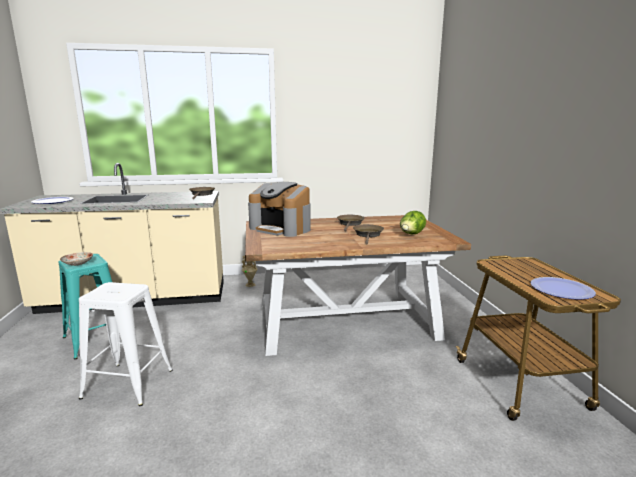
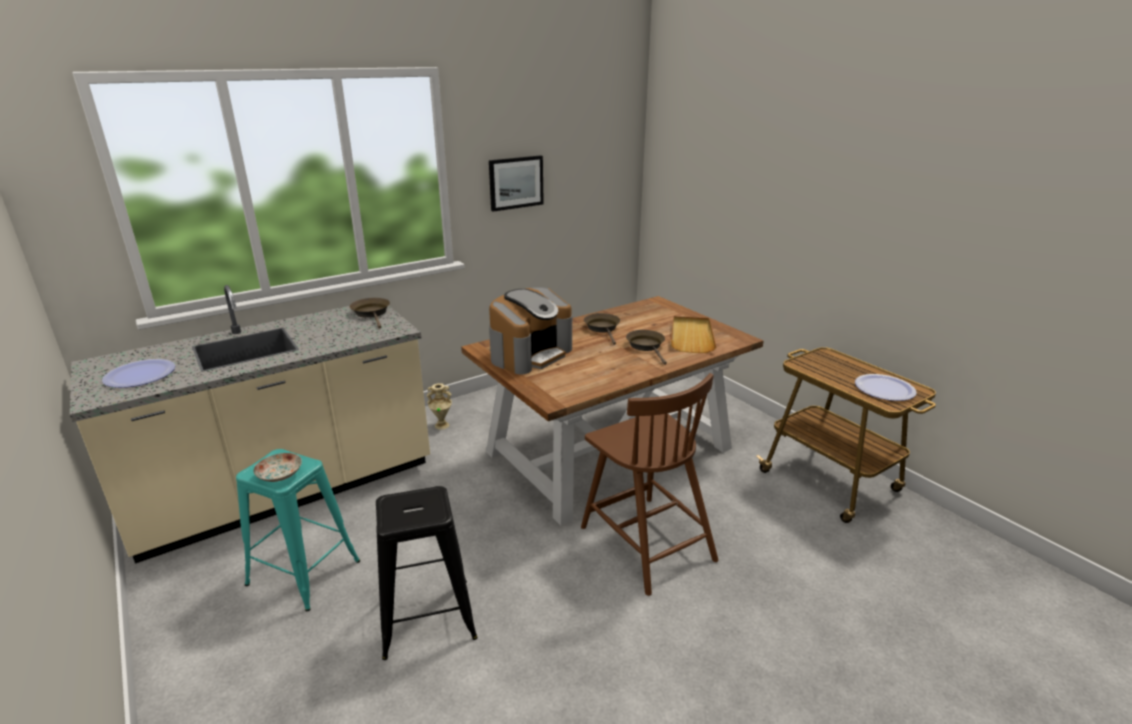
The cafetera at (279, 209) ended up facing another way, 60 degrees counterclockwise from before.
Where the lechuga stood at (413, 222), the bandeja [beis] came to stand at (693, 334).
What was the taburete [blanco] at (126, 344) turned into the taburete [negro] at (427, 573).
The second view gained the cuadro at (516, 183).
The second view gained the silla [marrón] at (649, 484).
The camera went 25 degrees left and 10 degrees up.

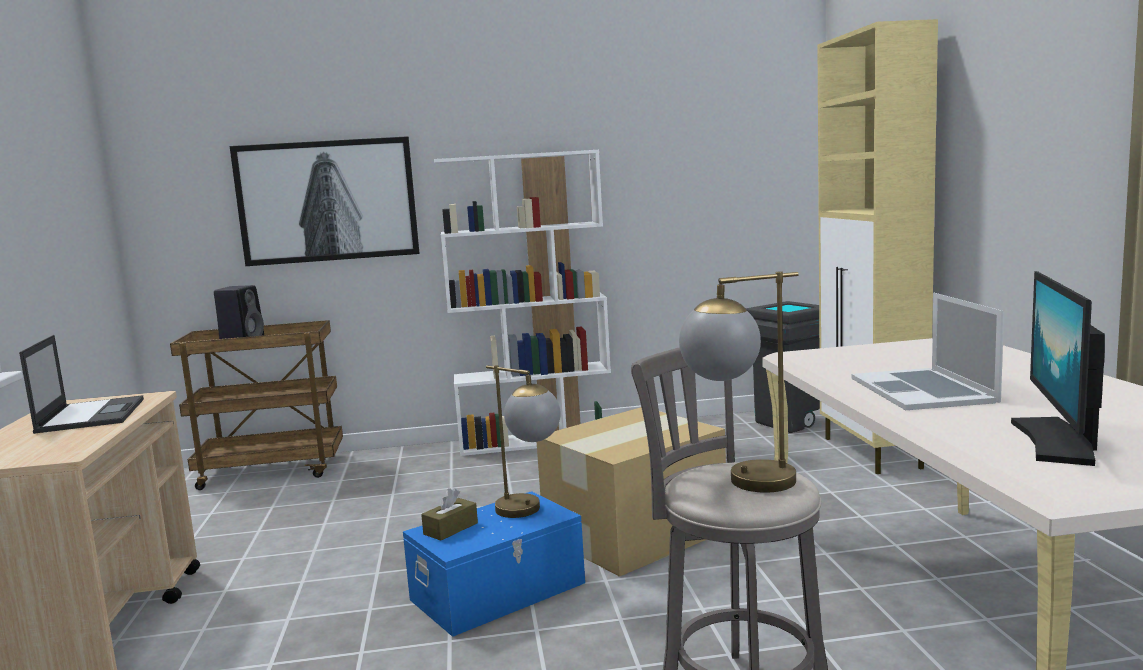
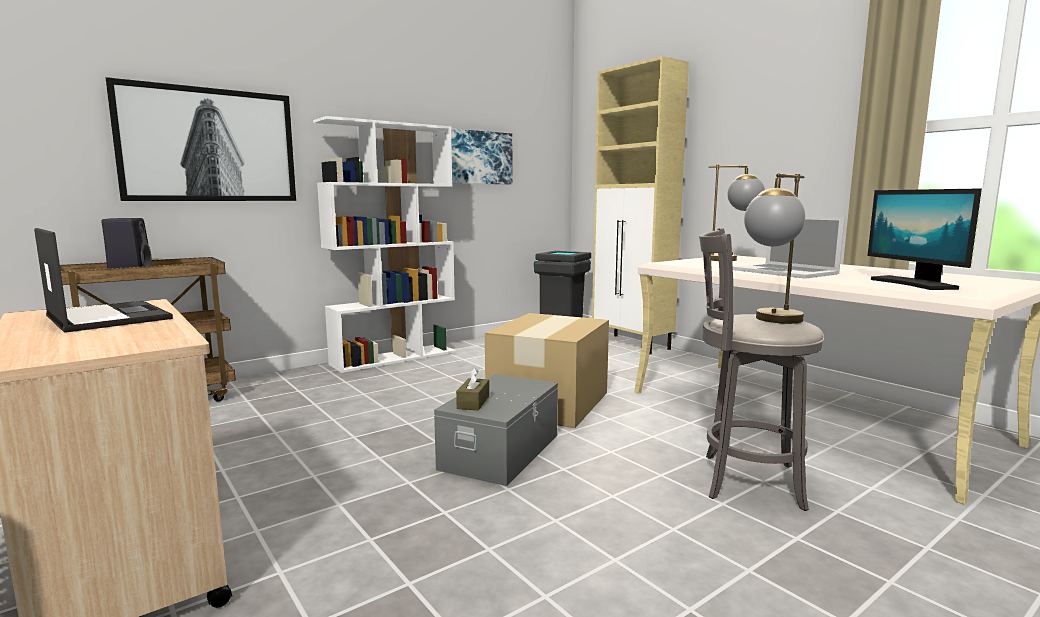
The lámpara de mesa ended up elsewhere, having gone from (523, 441) to (736, 213).
What was the caja de almacenaje [azul] at (494, 564) turned into the caja de almacenaje [gris] at (496, 430).
The second view gained the cuadro at (481, 156).
The camera went 30 degrees left and 0 degrees up.

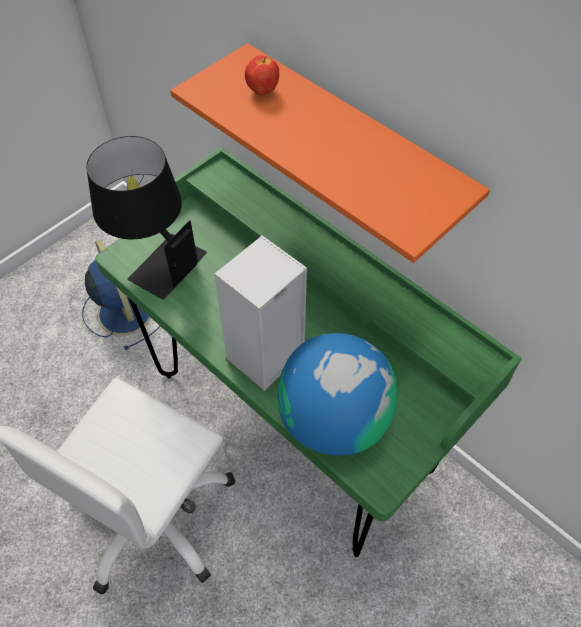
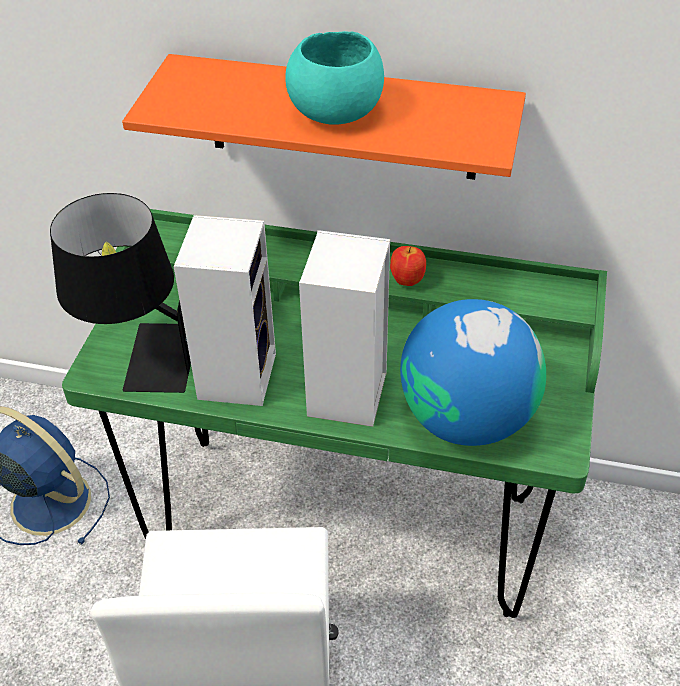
The manzana ended up elsewhere, having gone from (262, 75) to (408, 266).
The second view gained the cuenco [turquesa] at (334, 78).
The second view gained the altavoz at (225, 310).
The camera went 30 degrees left and 10 degrees down.

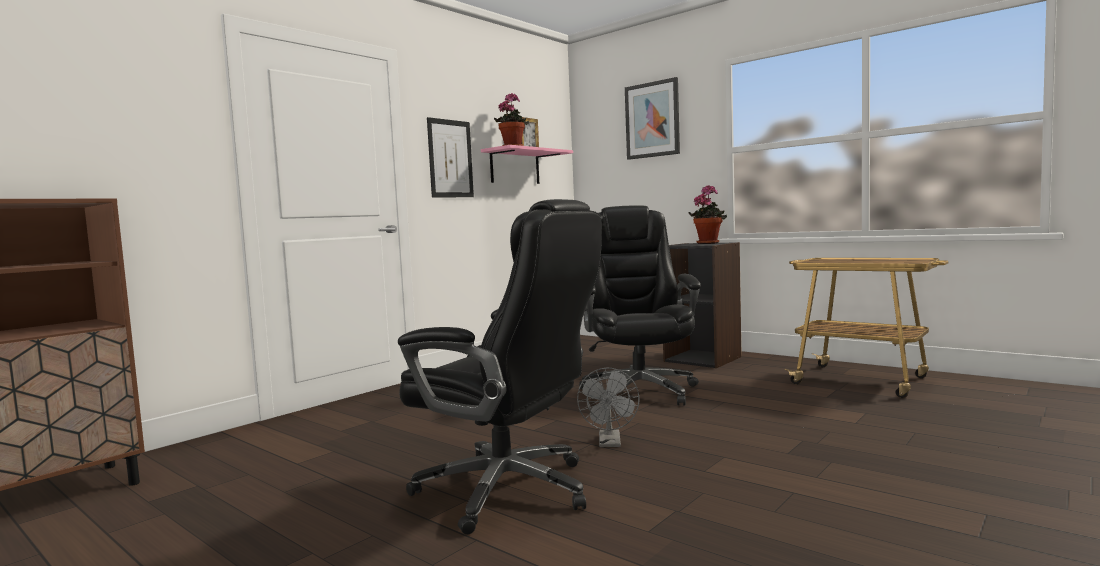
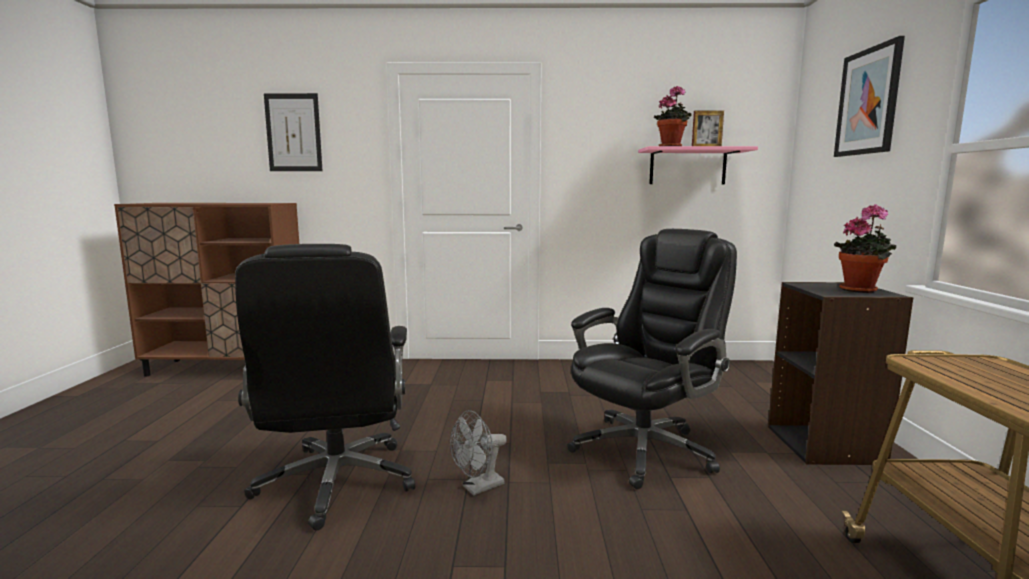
The cuadro ended up elsewhere, having gone from (450, 157) to (293, 132).
The camera went 50 degrees right and 5 degrees up.

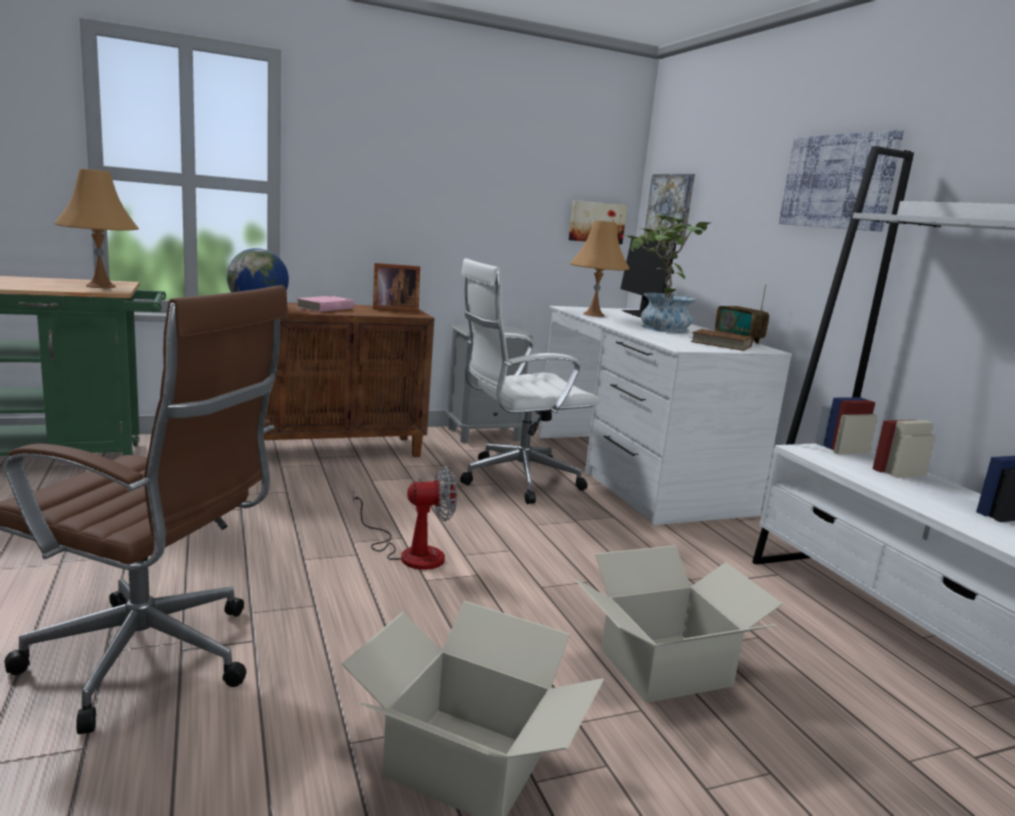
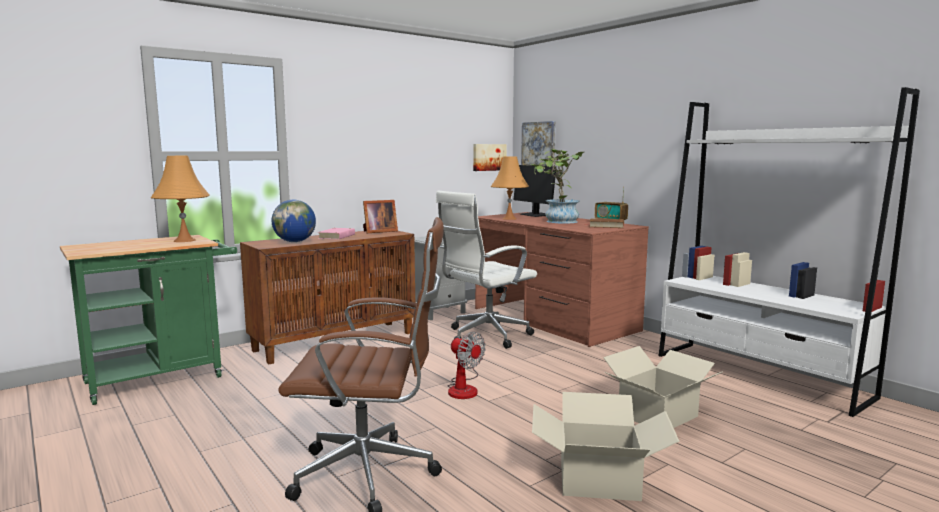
The second view lost the cuadro at (841, 181).
What was the escritorio [blanco] at (665, 415) turned into the escritorio [marrón] at (562, 279).
The ventilador at (405, 518) ended up facing another way, 75 degrees clockwise from before.
The camera went 15 degrees left and 5 degrees down.

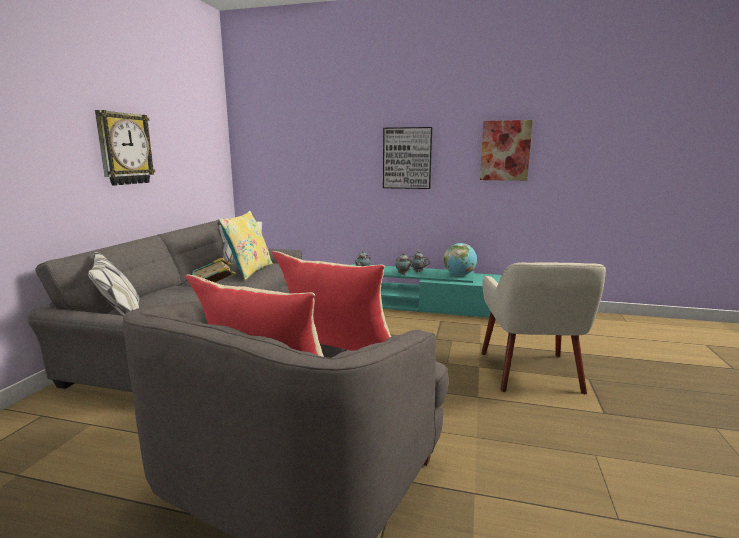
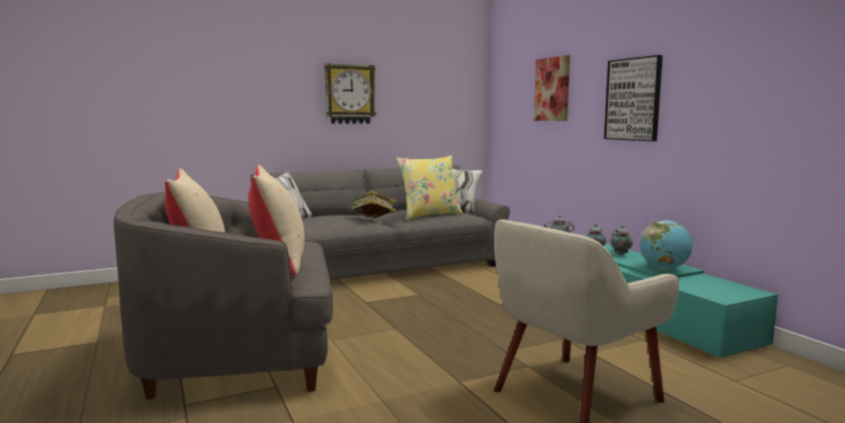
The cuadro ended up elsewhere, having gone from (506, 150) to (552, 88).
The camera went 50 degrees right and 5 degrees down.

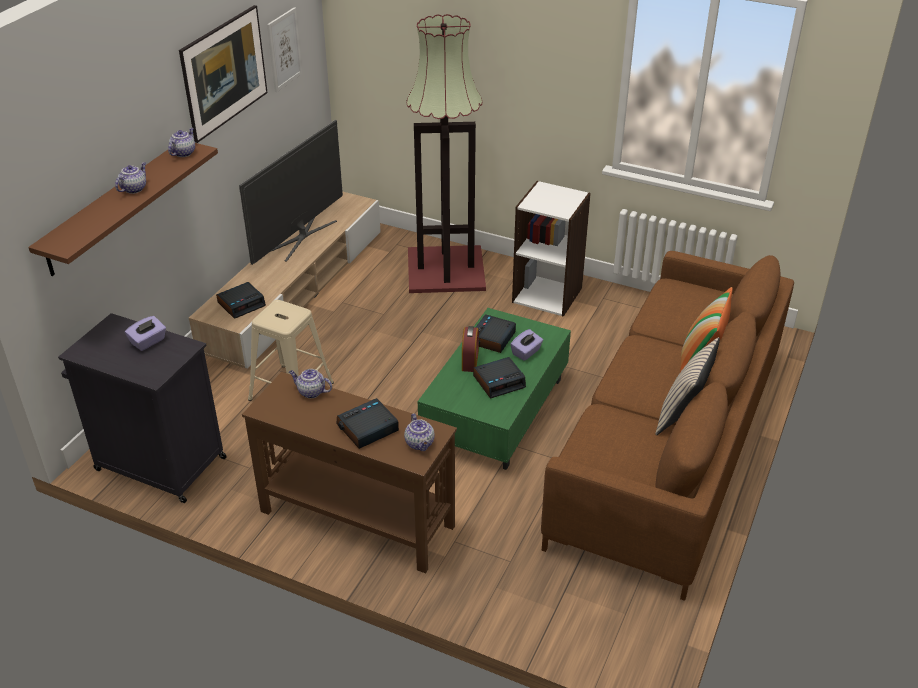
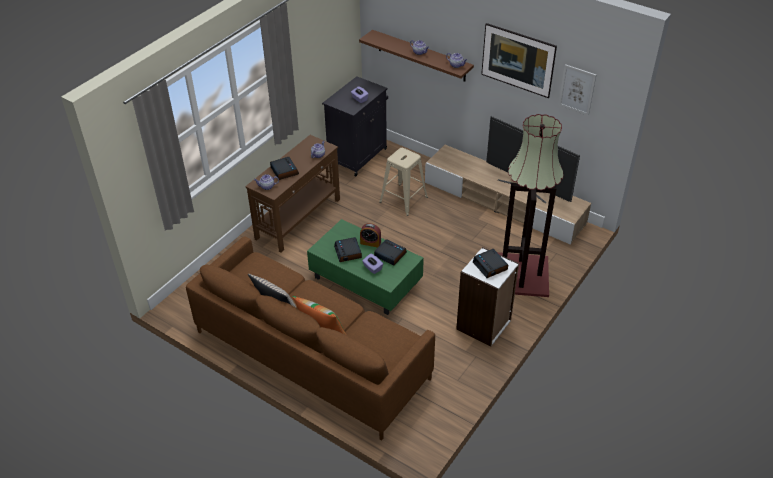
The despertador ended up elsewhere, having gone from (241, 300) to (490, 263).
The camera went 100 degrees right and 5 degrees up.

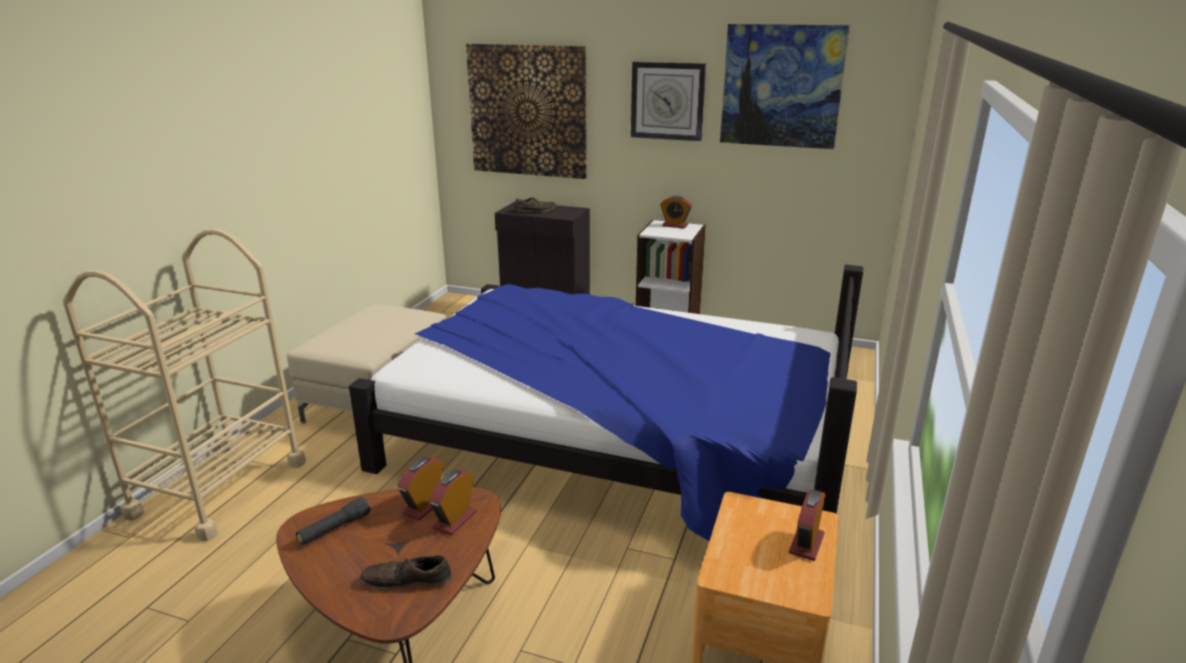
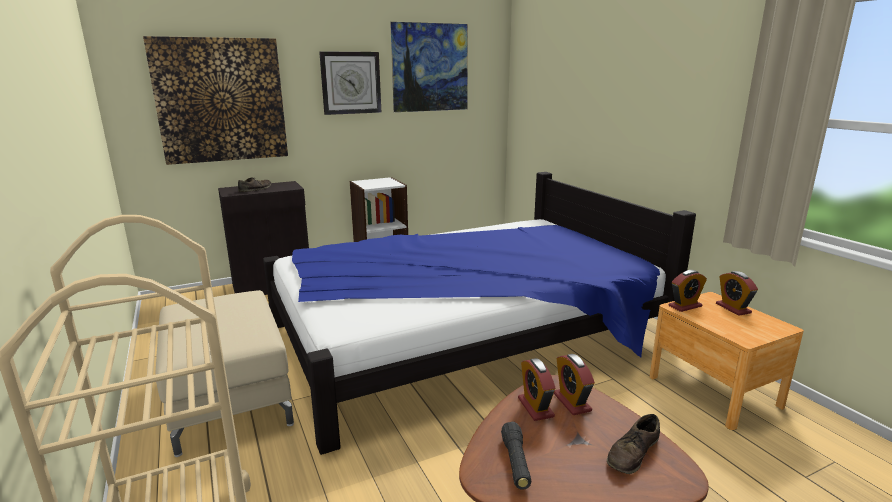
The despertador ended up elsewhere, having gone from (676, 211) to (688, 291).
The camera went 45 degrees left and 5 degrees down.

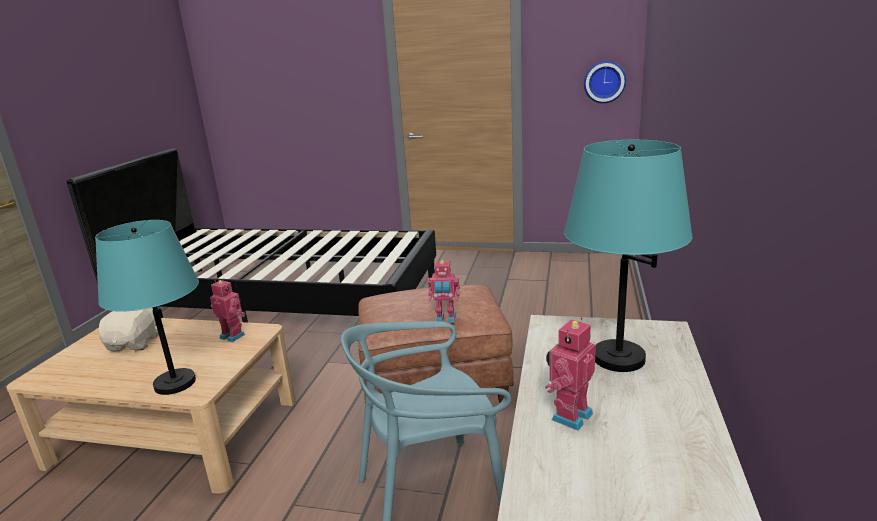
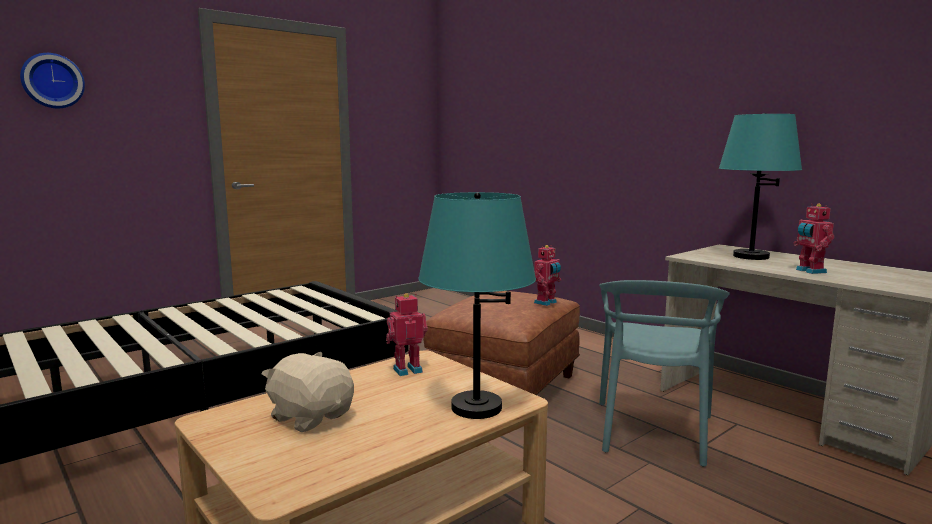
The reloj de pared ended up elsewhere, having gone from (605, 82) to (52, 80).
The camera went 55 degrees left and 10 degrees down.

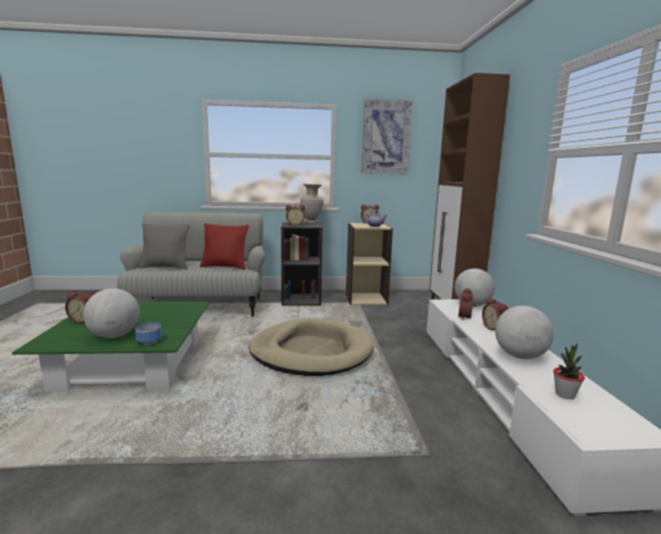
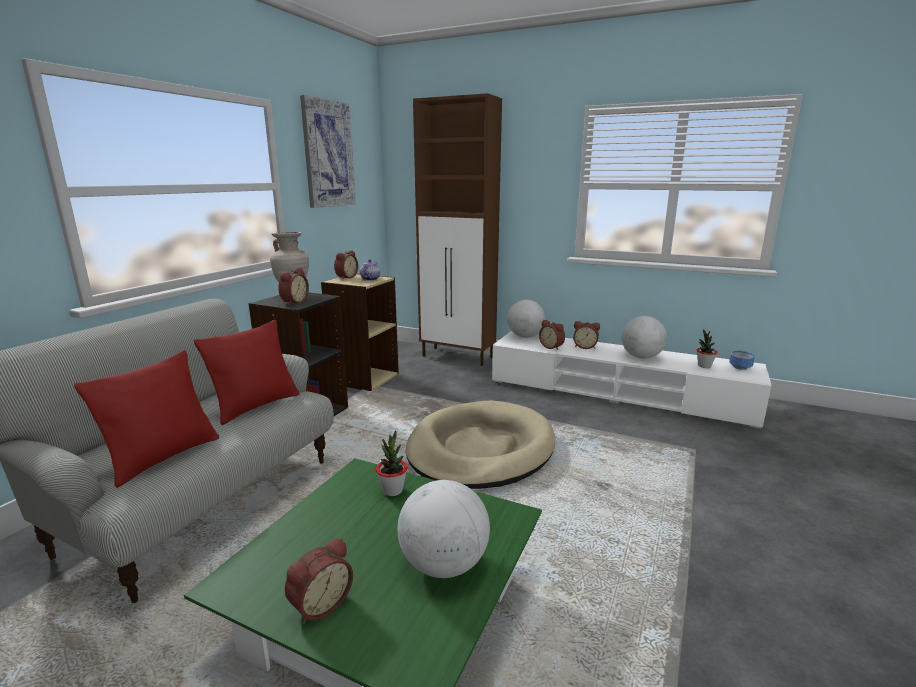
What was the cojín [gris] at (164, 246) turned into the cojín [rojo] at (146, 419).
The cuenco ended up elsewhere, having gone from (148, 333) to (742, 360).
The second view gained the planta en maceta at (392, 463).
The camera went 60 degrees left and 5 degrees up.

